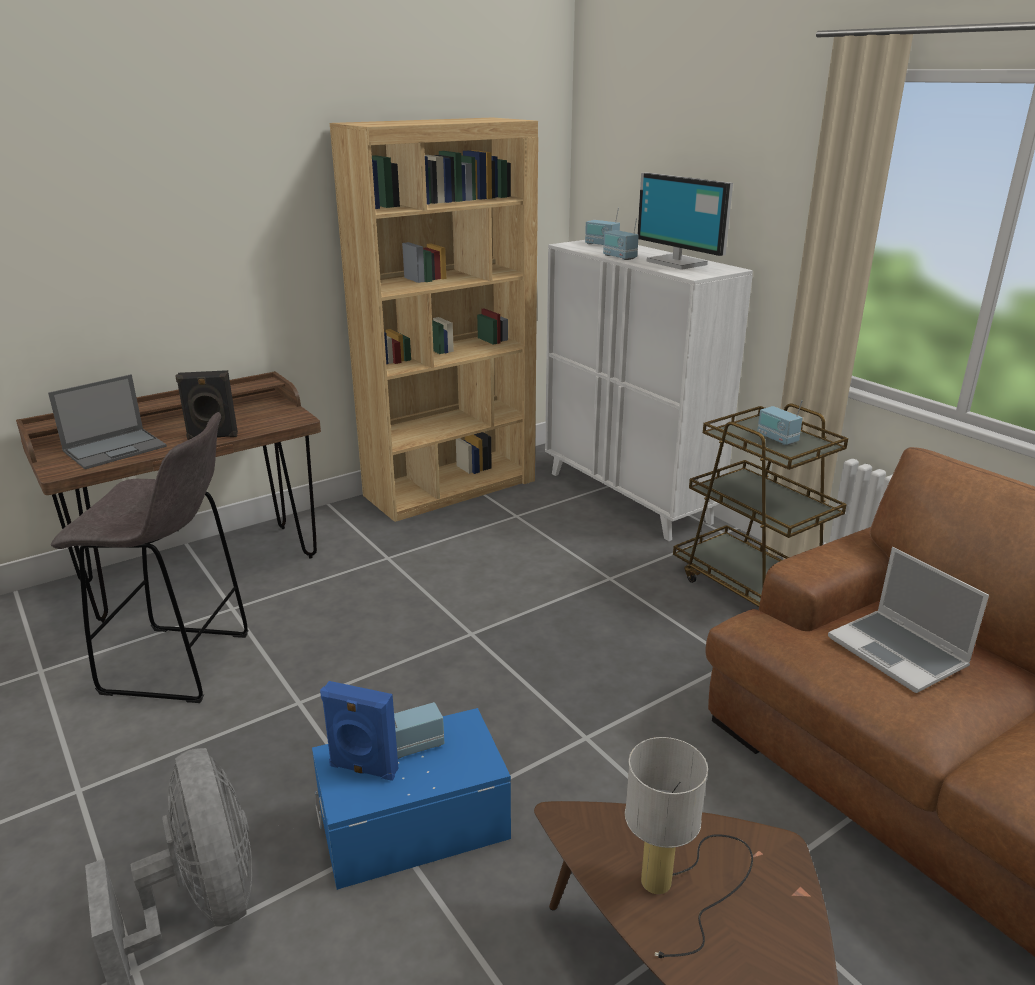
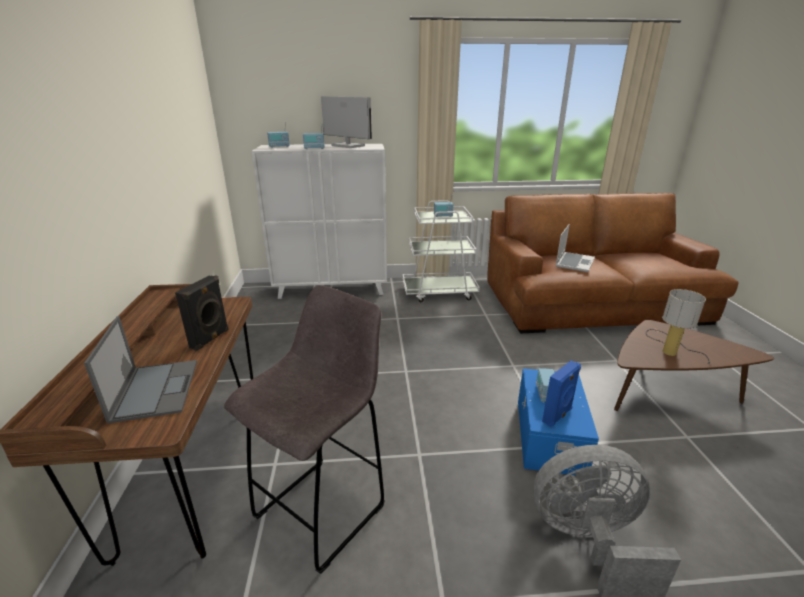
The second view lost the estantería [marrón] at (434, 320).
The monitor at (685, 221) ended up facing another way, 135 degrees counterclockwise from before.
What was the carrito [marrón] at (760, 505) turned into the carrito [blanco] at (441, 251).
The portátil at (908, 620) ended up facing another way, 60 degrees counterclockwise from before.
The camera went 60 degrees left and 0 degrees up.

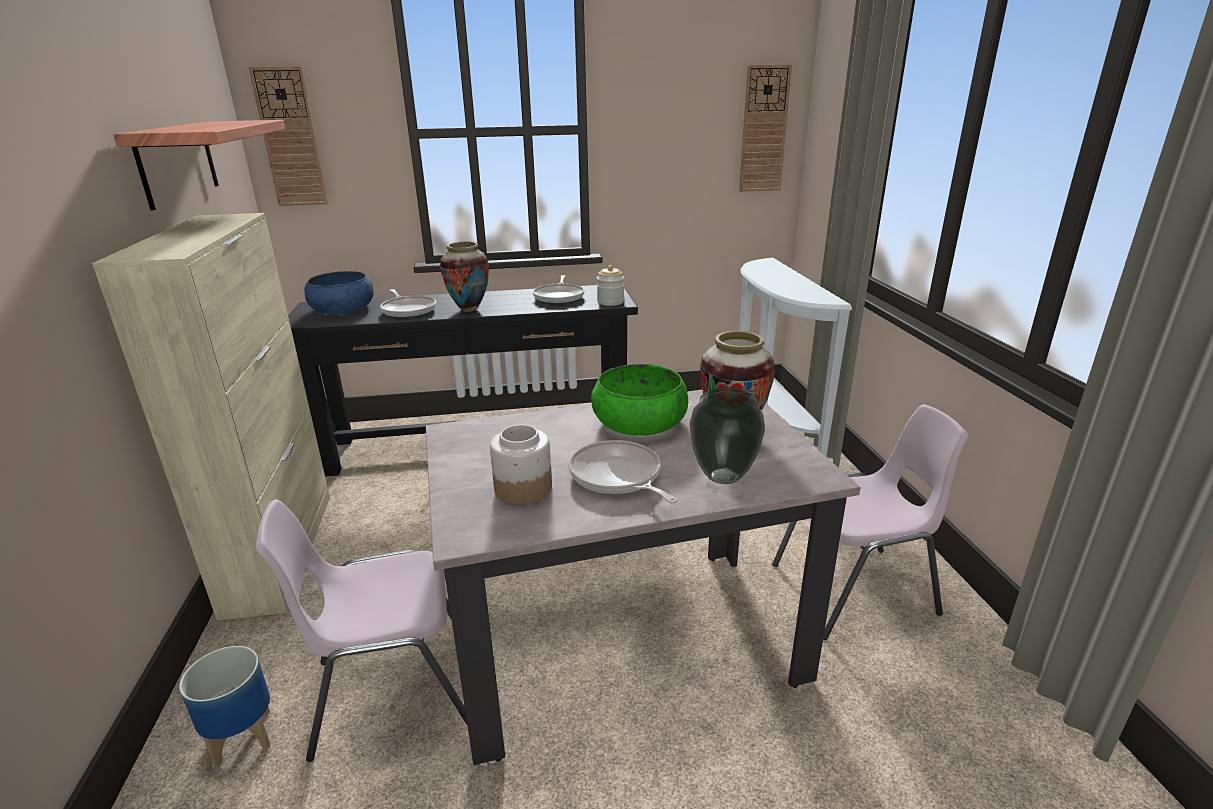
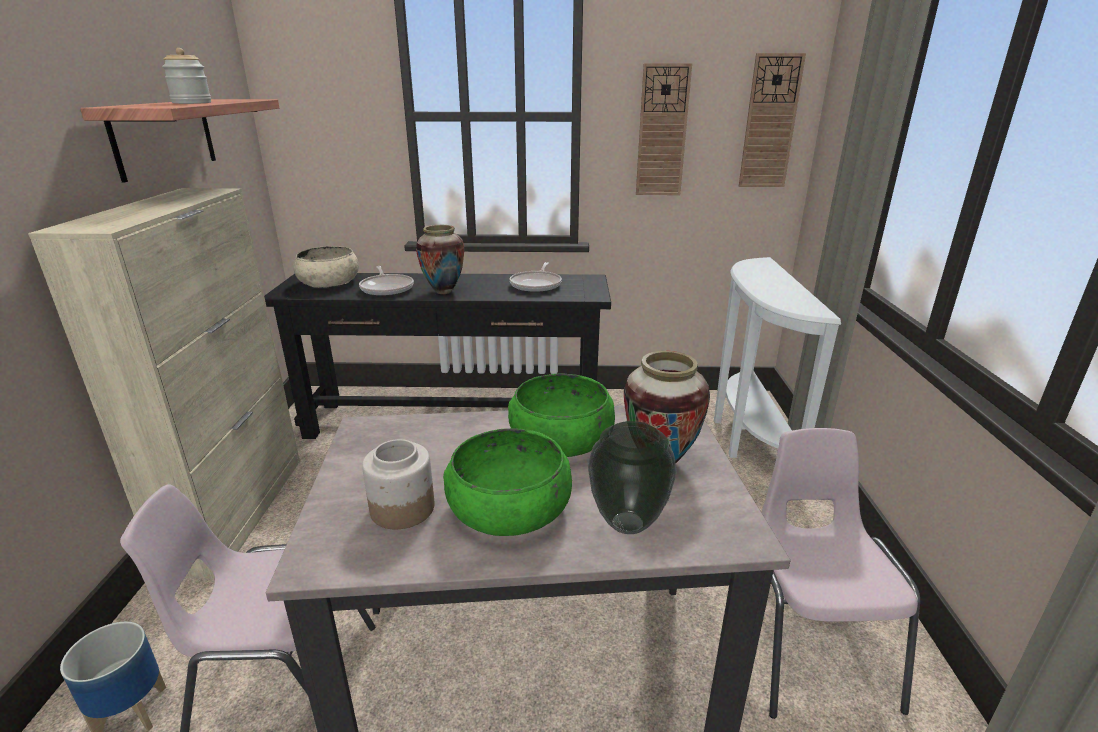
The reloj de pared ended up elsewhere, having gone from (288, 136) to (664, 129).
The tarro ended up elsewhere, having gone from (610, 285) to (186, 76).
What was the cuenco [azul] at (339, 293) turned into the cuenco [beis] at (326, 267).
The silla [rosa] at (870, 522) ended up facing another way, 90 degrees counterclockwise from before.
Where the sartén stood at (622, 472), the cuenco [verde] came to stand at (507, 482).
The camera went 10 degrees right and 0 degrees up.

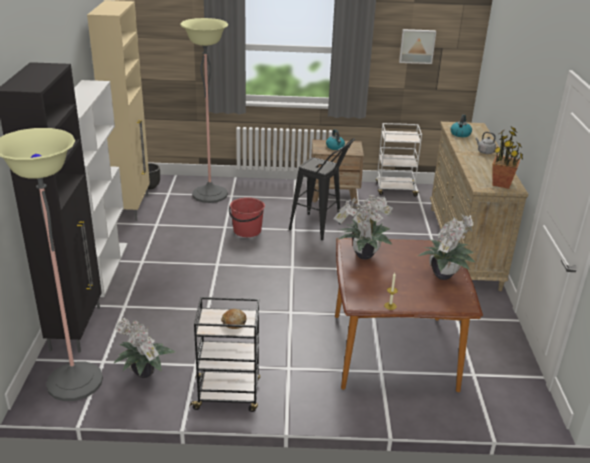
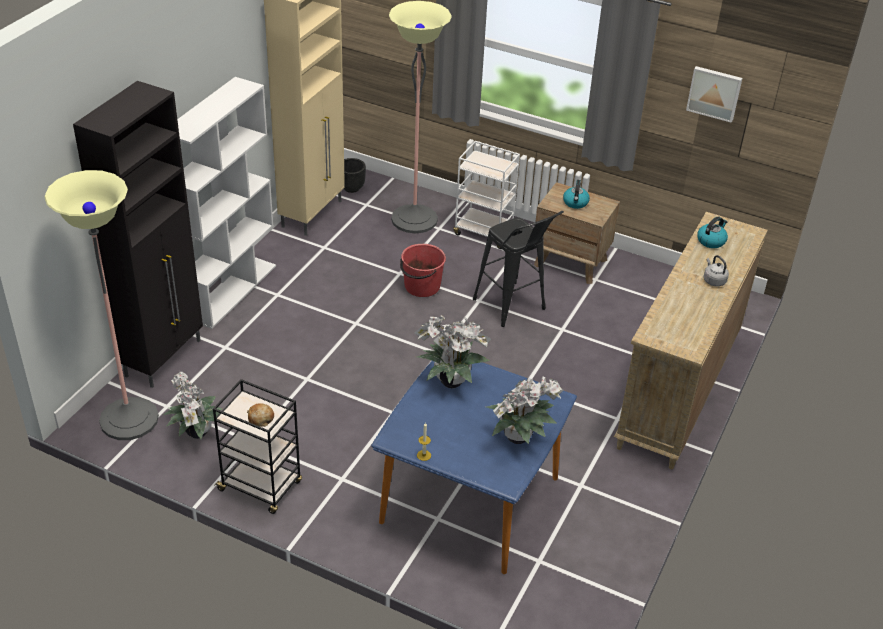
The carrito [blanco] ended up elsewhere, having gone from (399, 160) to (486, 195).
The second view lost the planta en maceta at (507, 158).
What was the mesa de comedor [marrón] at (409, 315) turned into the mesa de comedor [azul] at (474, 467).
The camera went 25 degrees right and 10 degrees up.

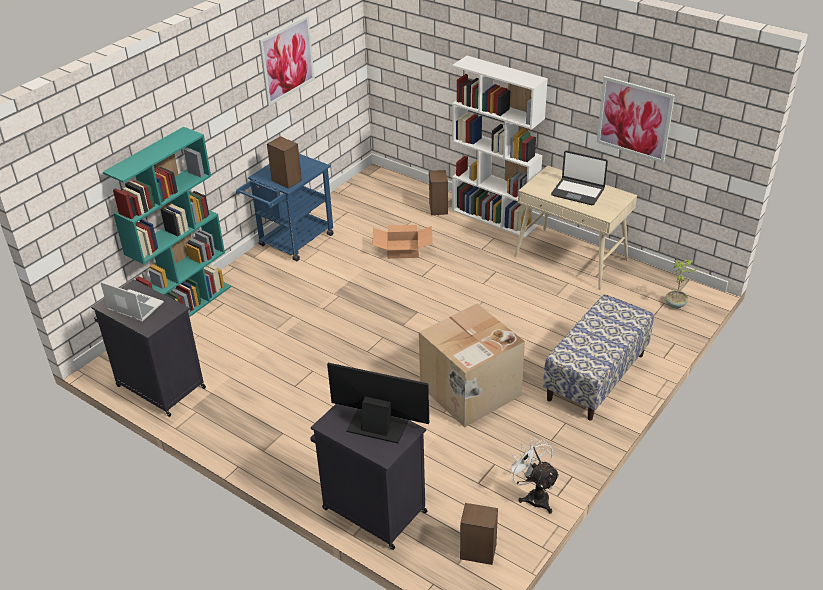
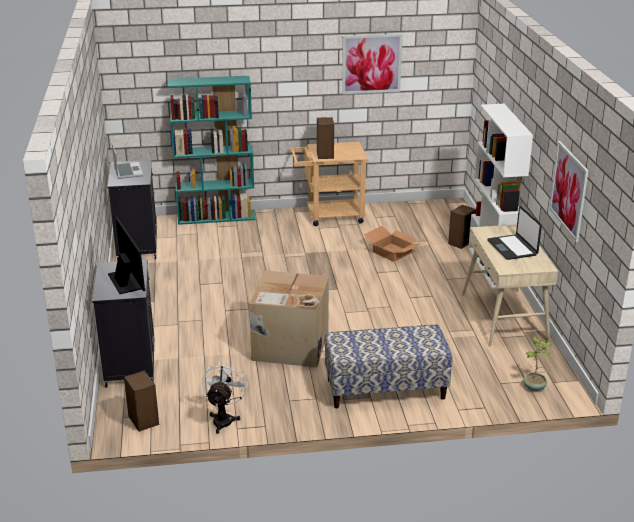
What was the carrito [azul] at (284, 207) turned into the carrito [beis] at (329, 184).
The camera went 45 degrees right and 10 degrees down.

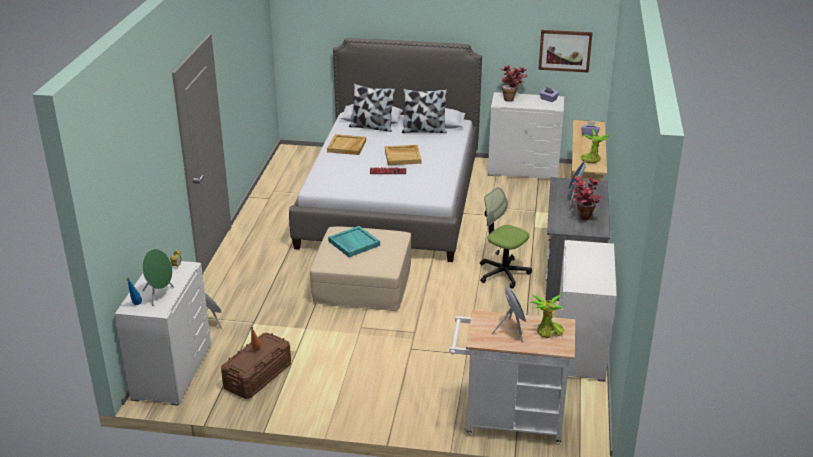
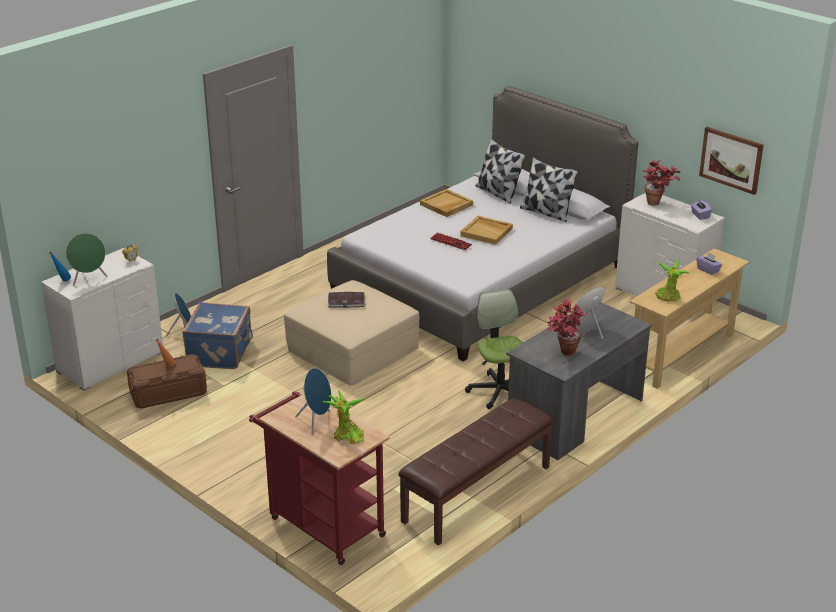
Where the bandeja [turquesa] stood at (354, 241), the libro came to stand at (346, 300).
Where the cómoda [blanco] stood at (587, 311), the banco [marrón] came to stand at (476, 472).
What was the carrito [blanco] at (512, 377) turned into the carrito [rojo] at (319, 478).
The second view gained the maleta [azul] at (217, 335).
The camera went 35 degrees right and 0 degrees up.

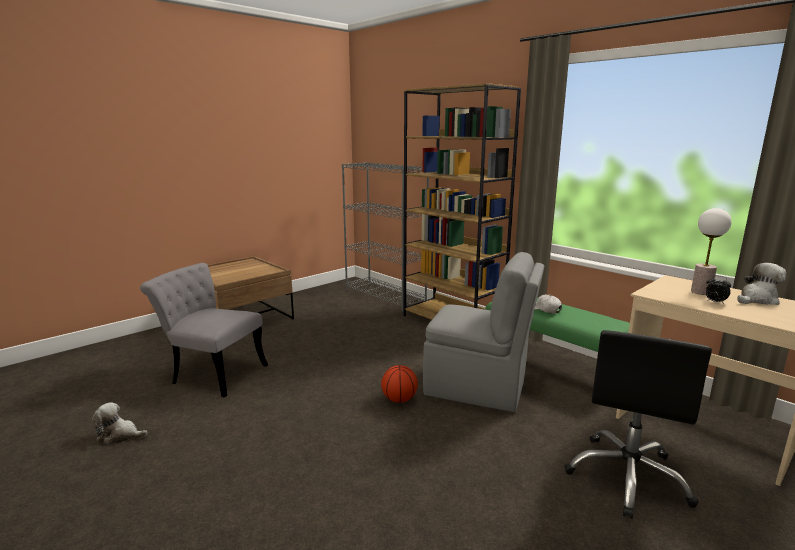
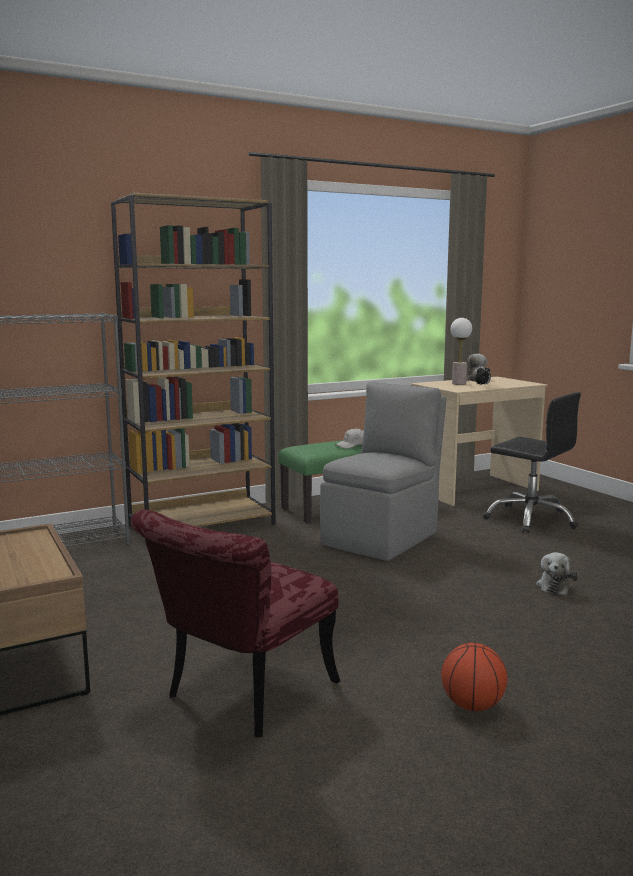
What was the silla [gris] at (204, 330) turned into the silla [rojo] at (235, 623).
The balón de baloncesto ended up elsewhere, having gone from (399, 384) to (474, 677).
The peluche ended up elsewhere, having gone from (119, 423) to (557, 573).
The camera went 75 degrees left and 5 degrees down.

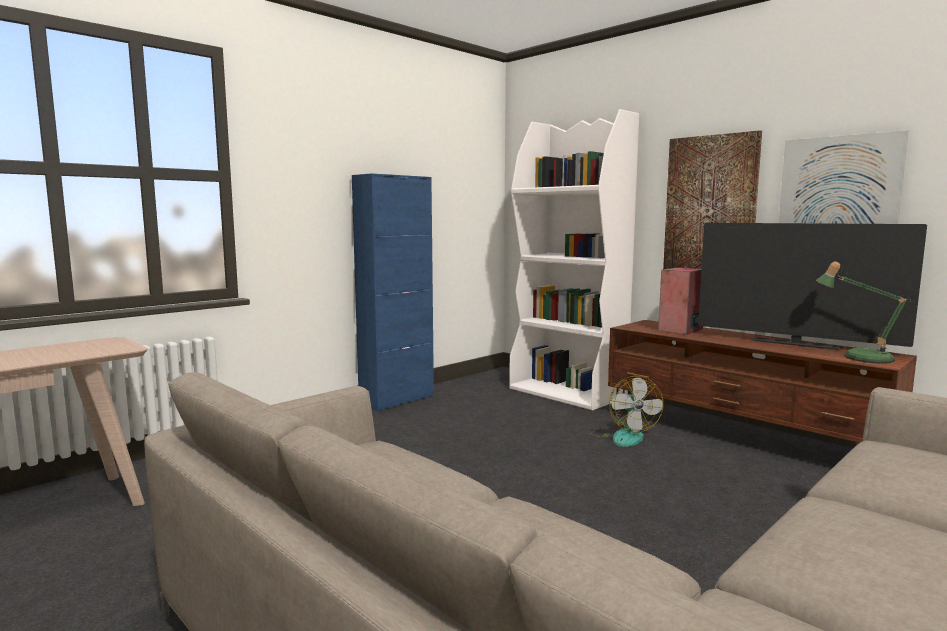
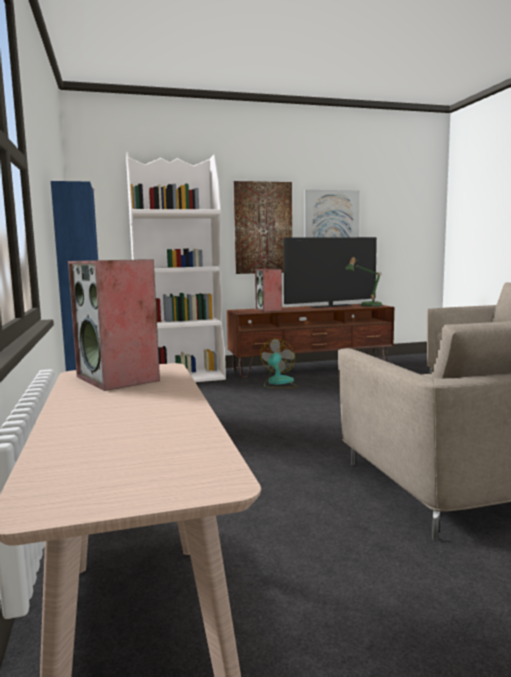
The ventilador at (626, 411) ended up facing another way, 90 degrees counterclockwise from before.
The second view gained the altavoz at (114, 325).
The camera went 60 degrees left and 0 degrees up.

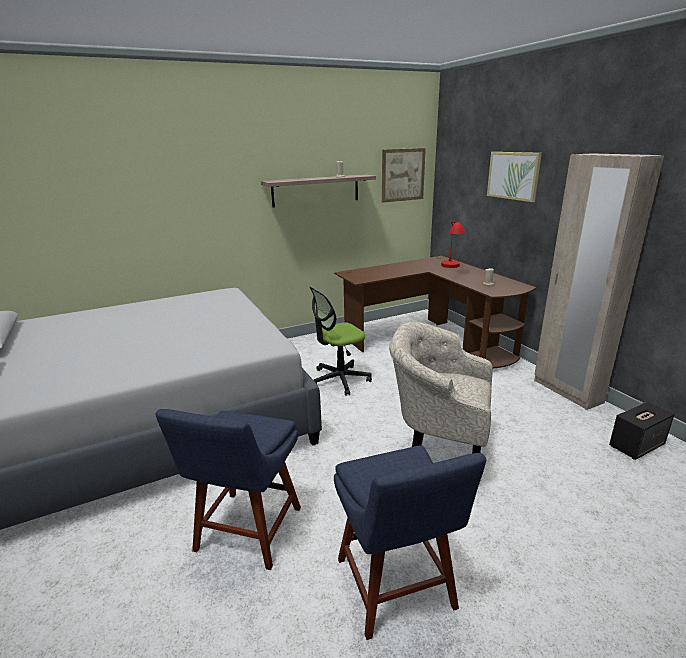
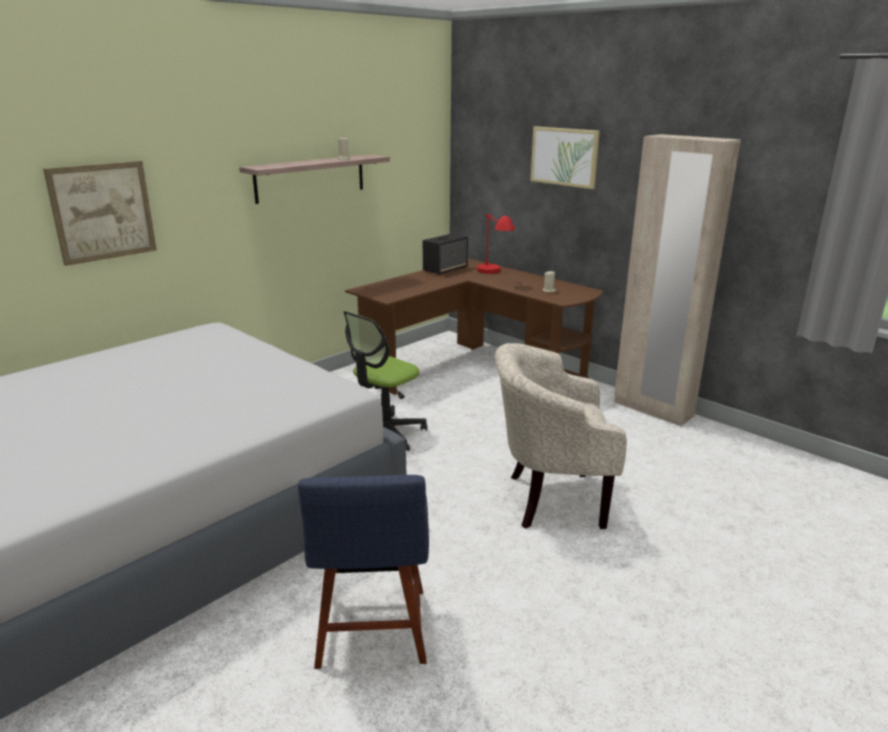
The cuadro ended up elsewhere, having gone from (404, 175) to (100, 213).
The altavoz ended up elsewhere, having gone from (641, 431) to (445, 254).
The second view lost the silla [azul] at (410, 543).
The camera went 20 degrees left and 0 degrees up.

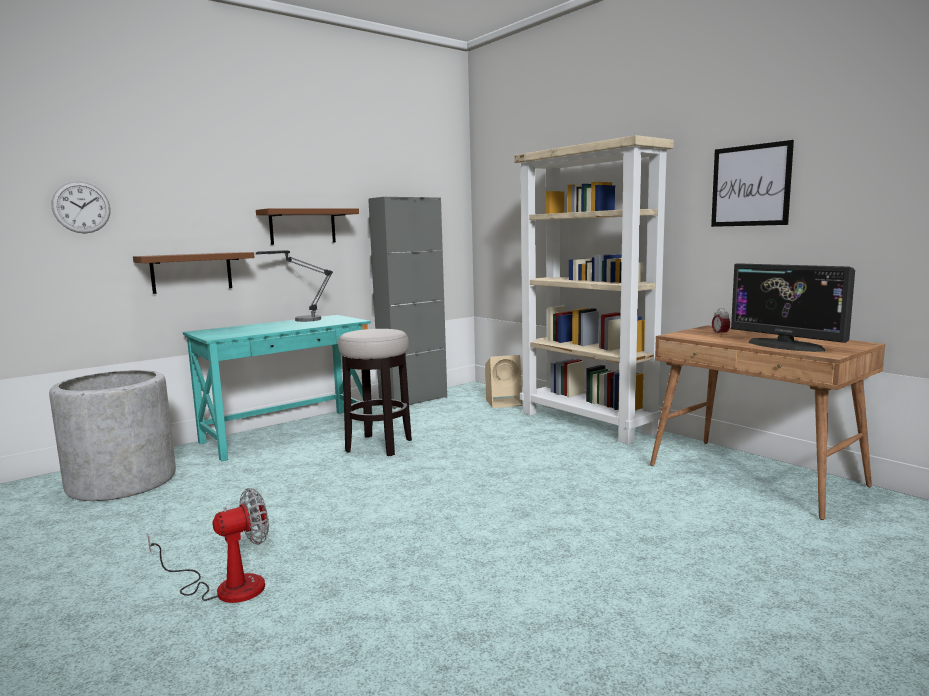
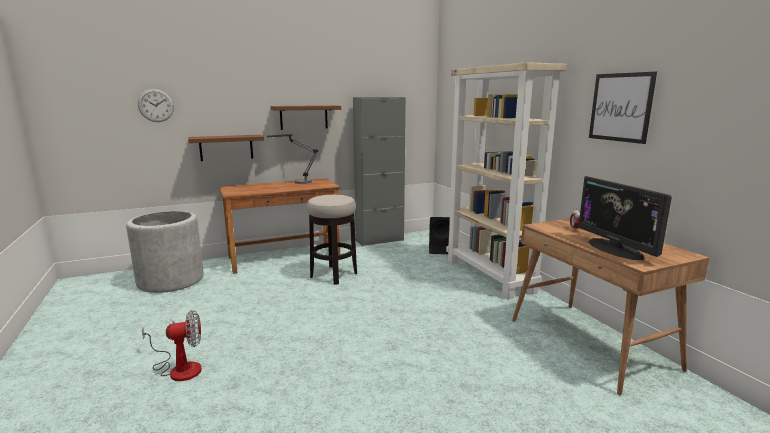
What was the escritorio [turquesa] at (278, 388) turned into the escritorio [marrón] at (280, 226).
What was the altavoz [beis] at (503, 381) turned into the altavoz [negro] at (439, 235).
The camera went 15 degrees right and 5 degrees up.

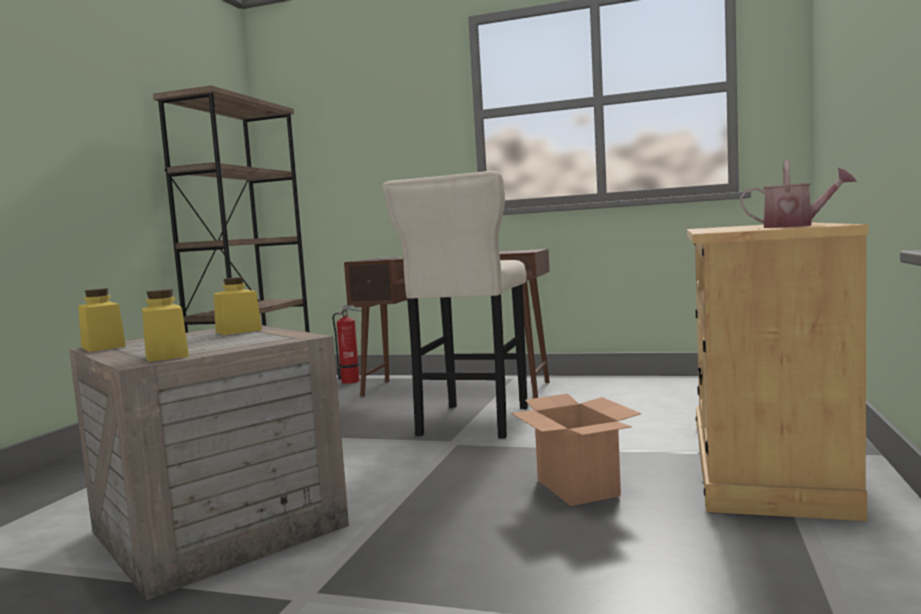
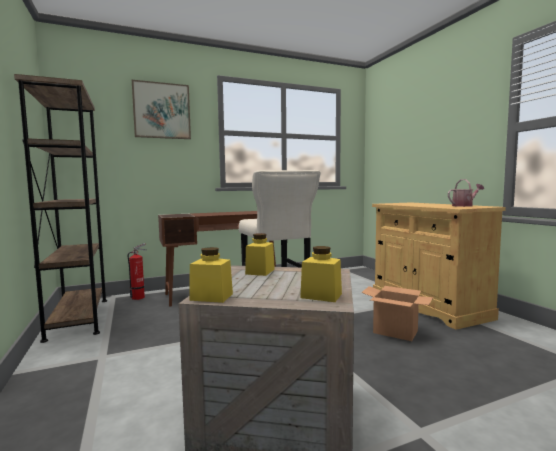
The second view gained the cuadro at (161, 109).
The camera went 40 degrees left and 0 degrees up.

